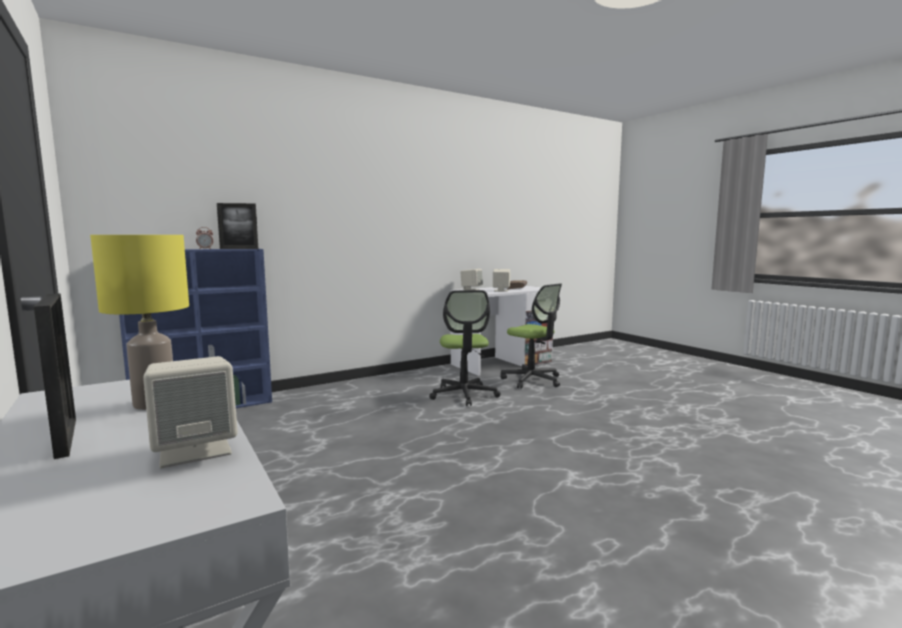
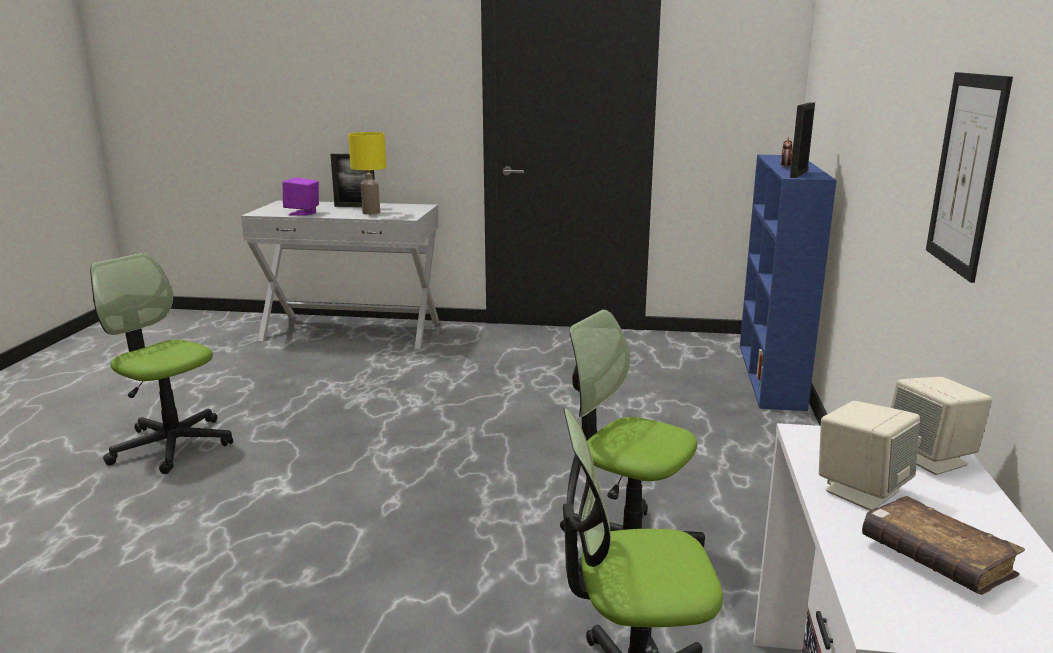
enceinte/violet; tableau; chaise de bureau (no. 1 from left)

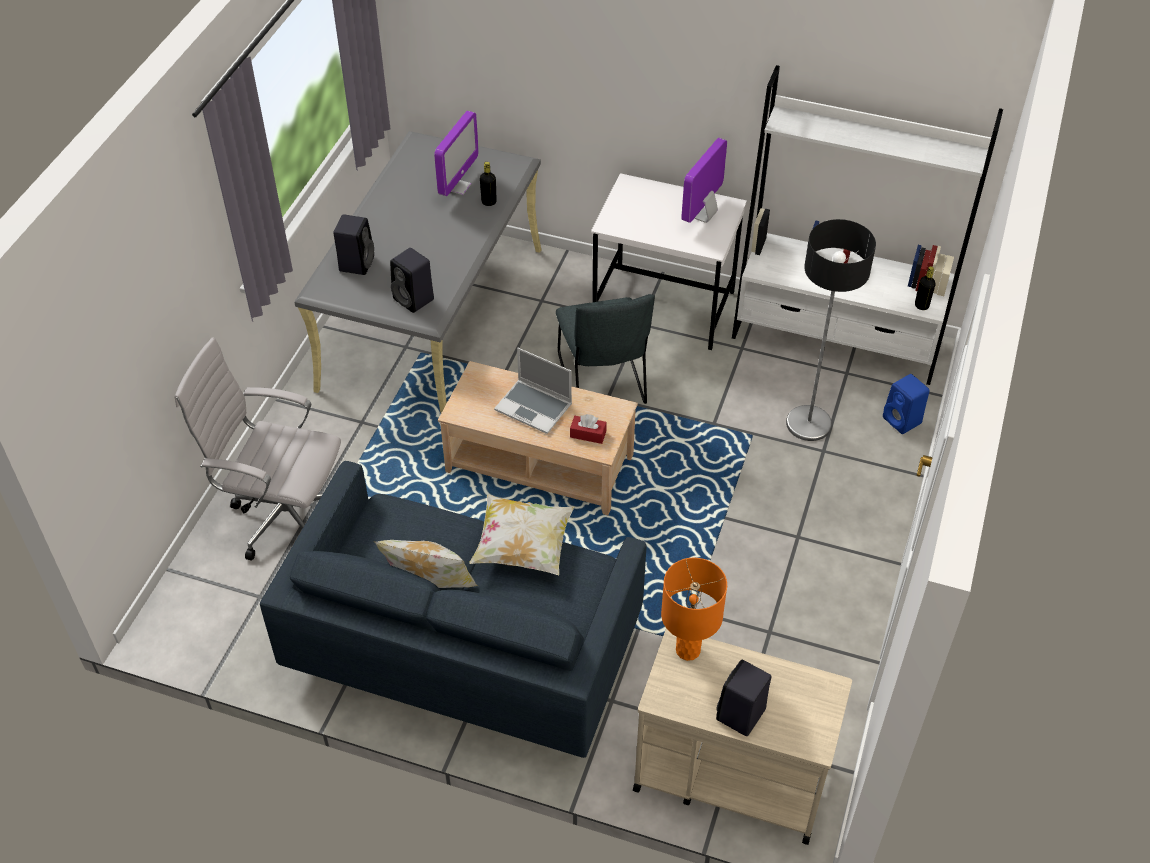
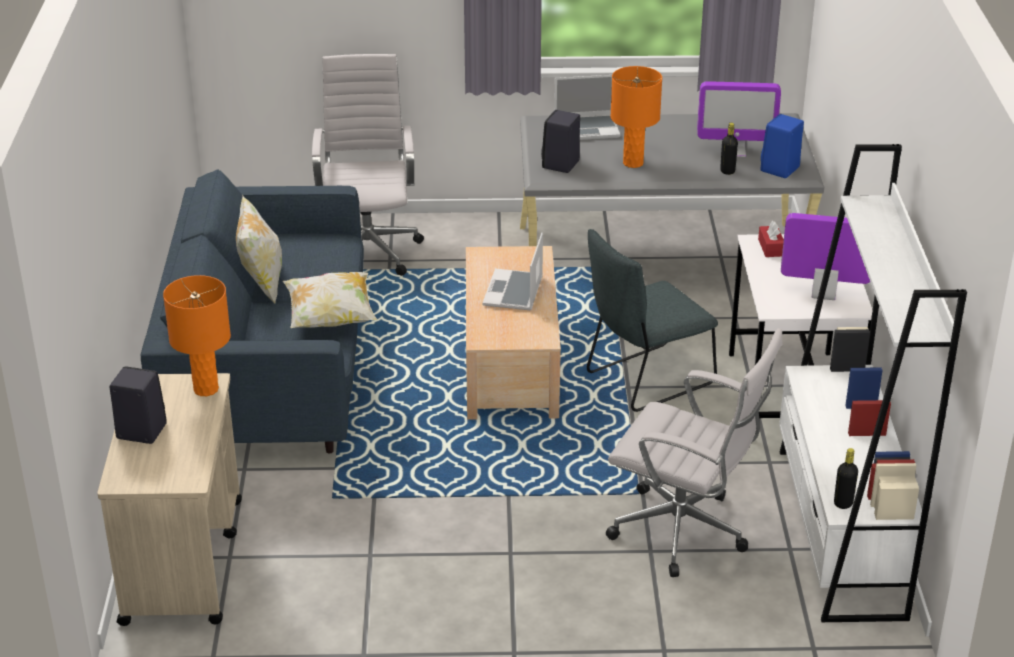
ordinateur portable (no. 2 from left); chaise de bureau/blanc (no. 2 from left); enceinte/bleu; boîte à mouchoirs/rouge; lampe de table/orange (no. 2 from left)

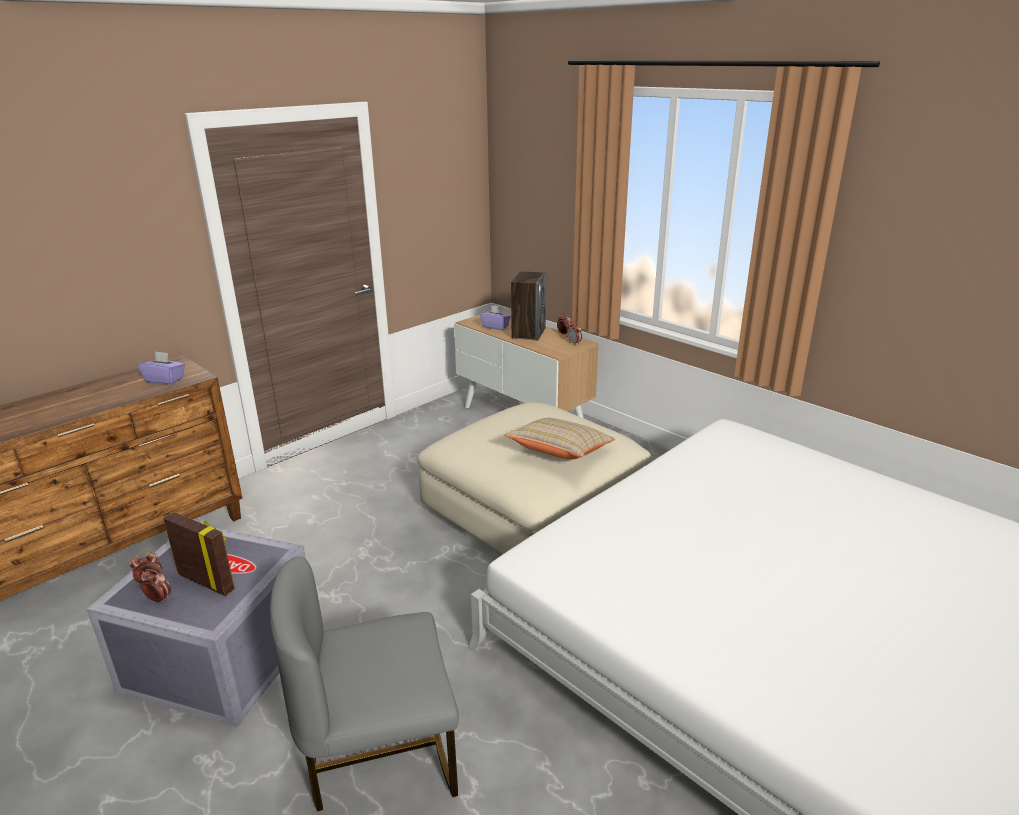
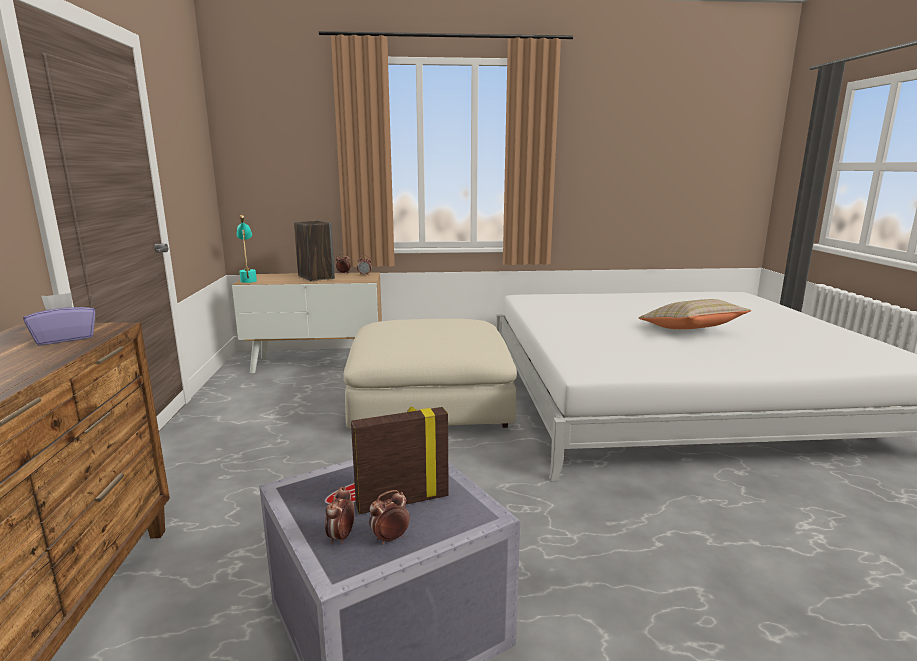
boîte à mouchoirs/violet (no. 2 from left in the first image); coussin/beige; chaise/gris; lampe de table/turquoise

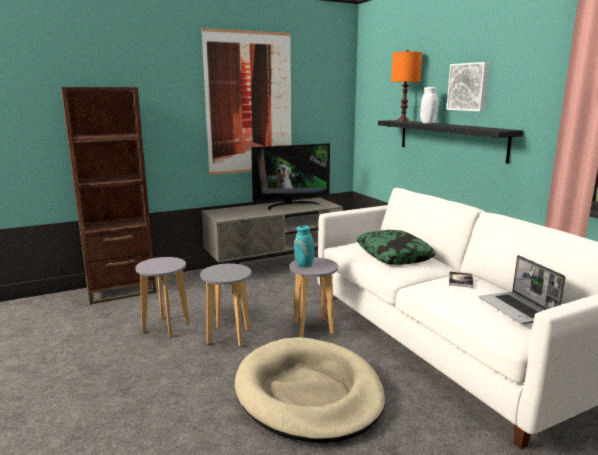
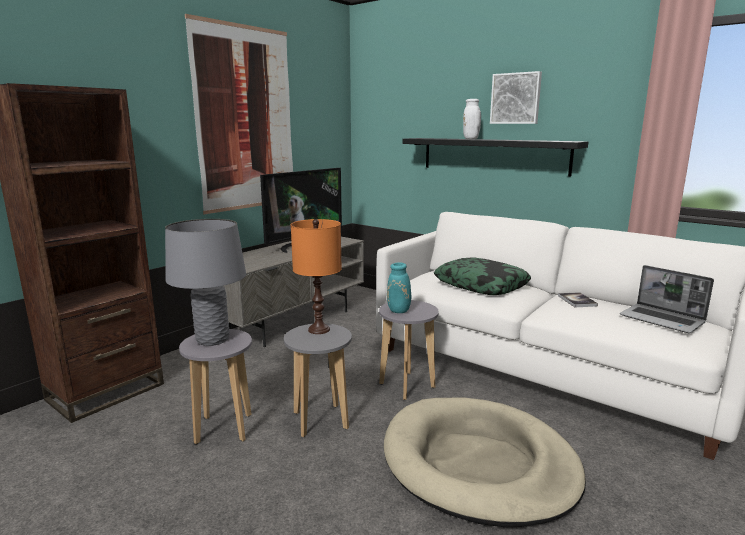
lampe de table/orange; lampe de table/gris

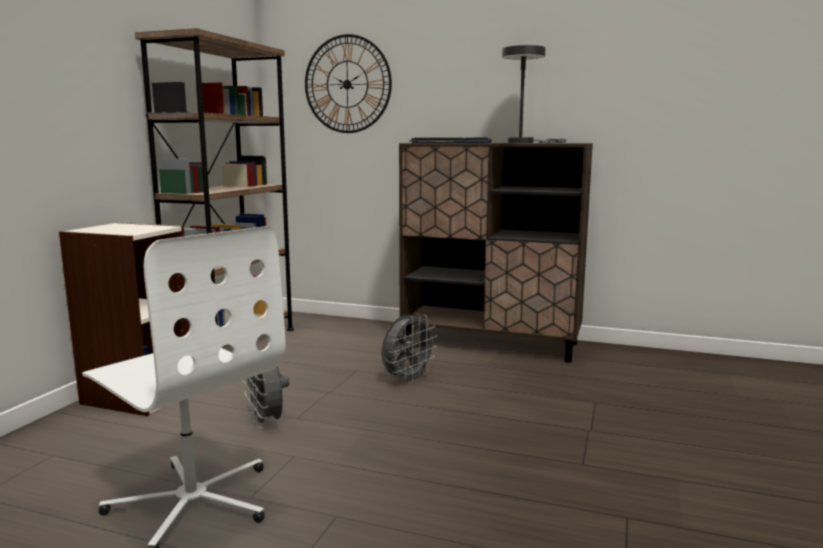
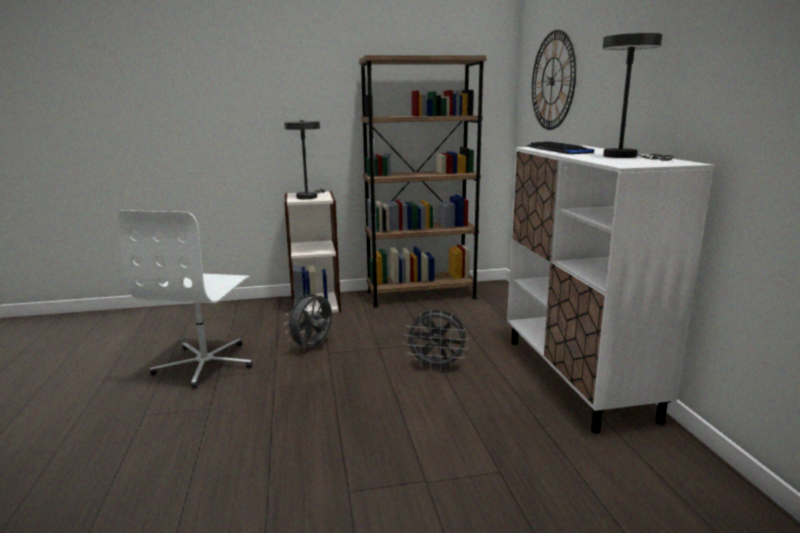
meuble de rangement/blanc; lampe de table/gris (no. 1 from left)

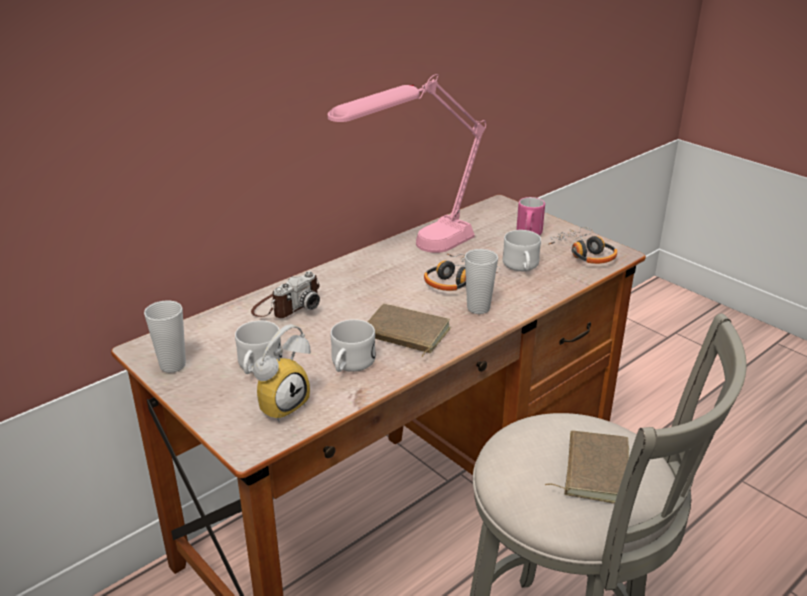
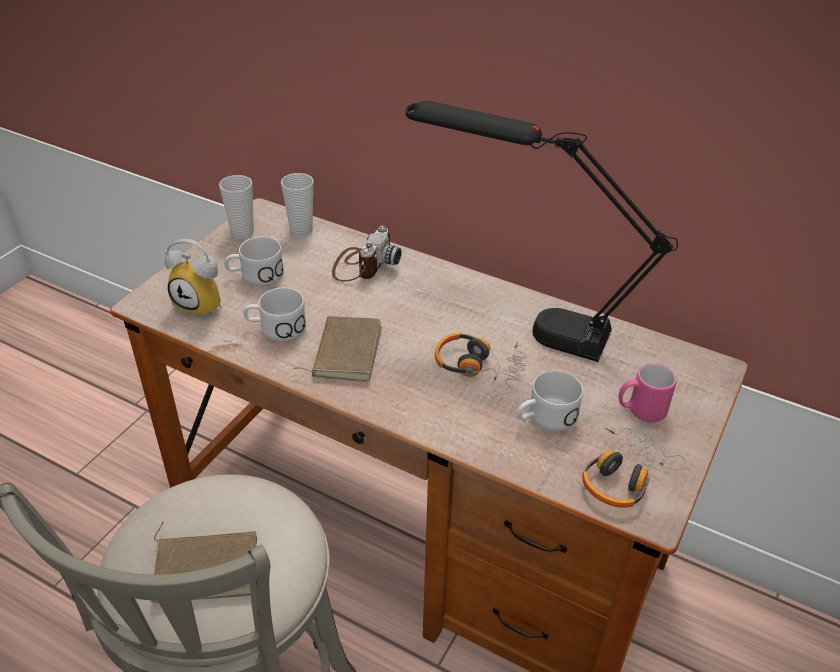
lampe de table/noir; tasse (no. 2 from left); appareil photo

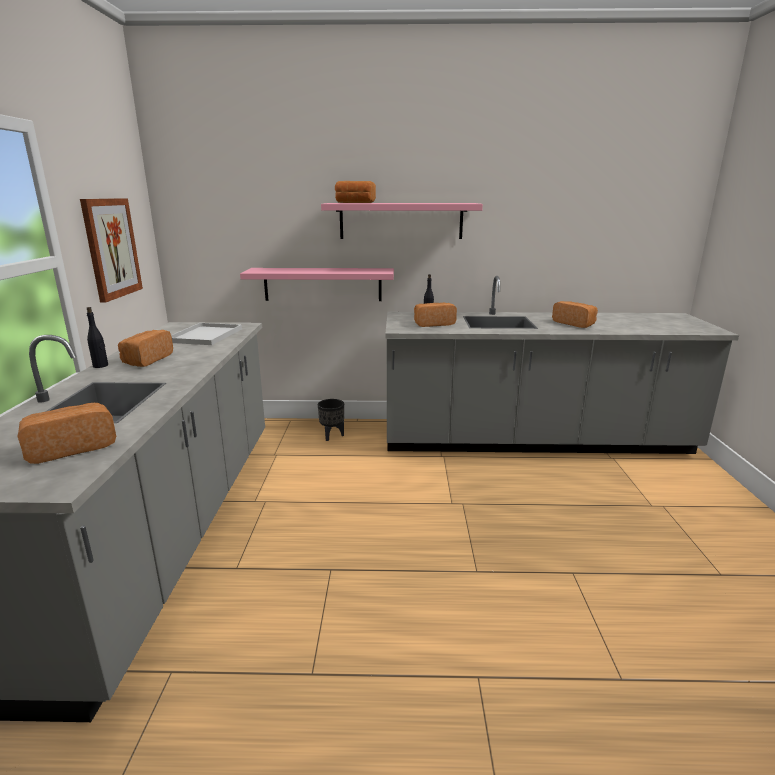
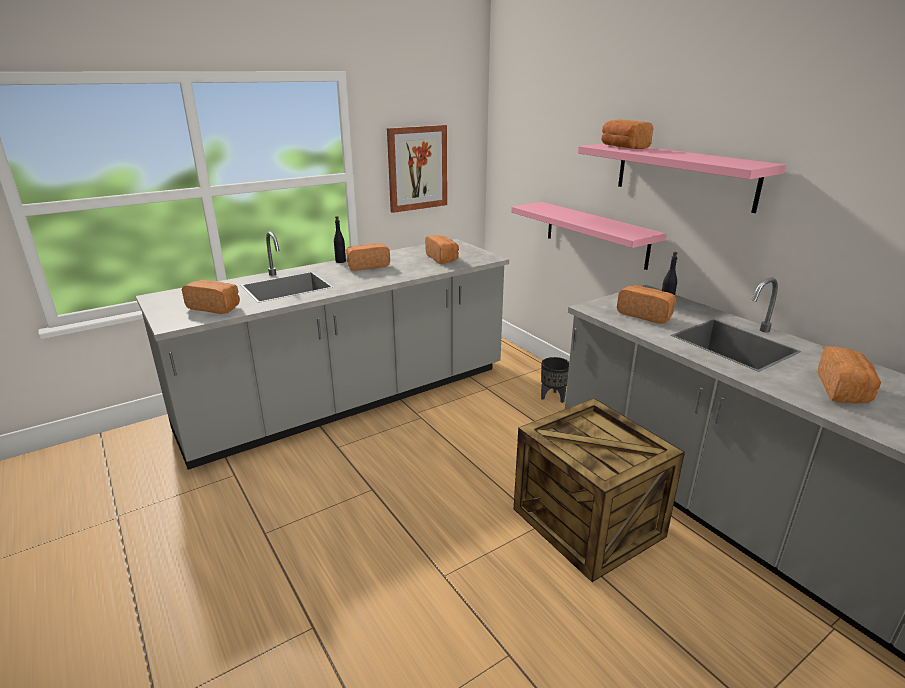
pain (no. 3 from left); caisse

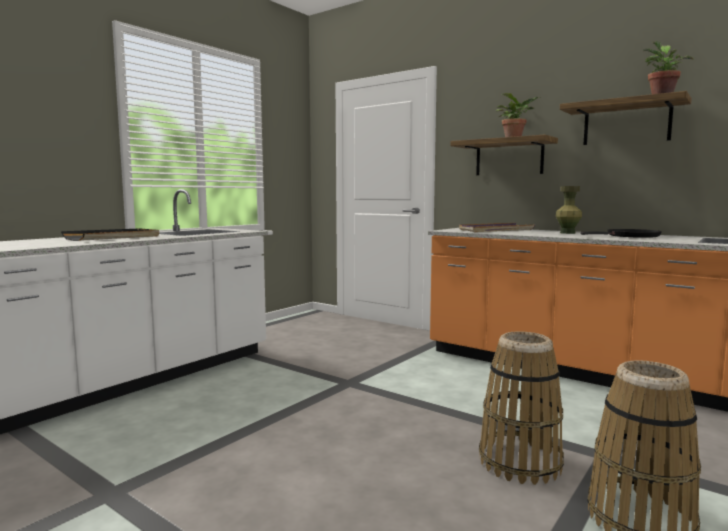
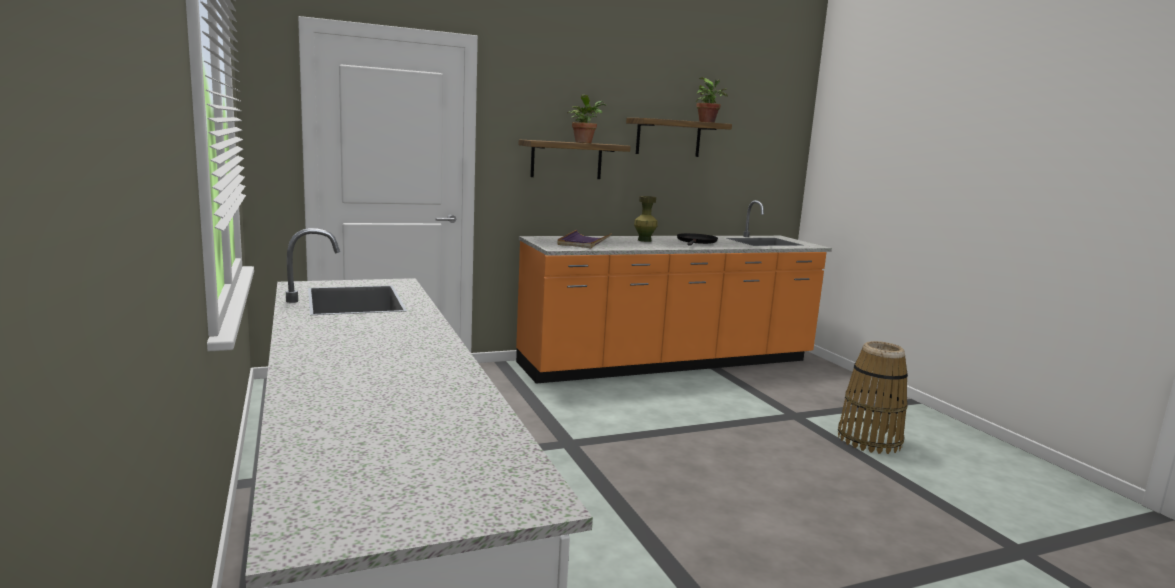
plateau/noir; panier (no. 1 from left in the first image)

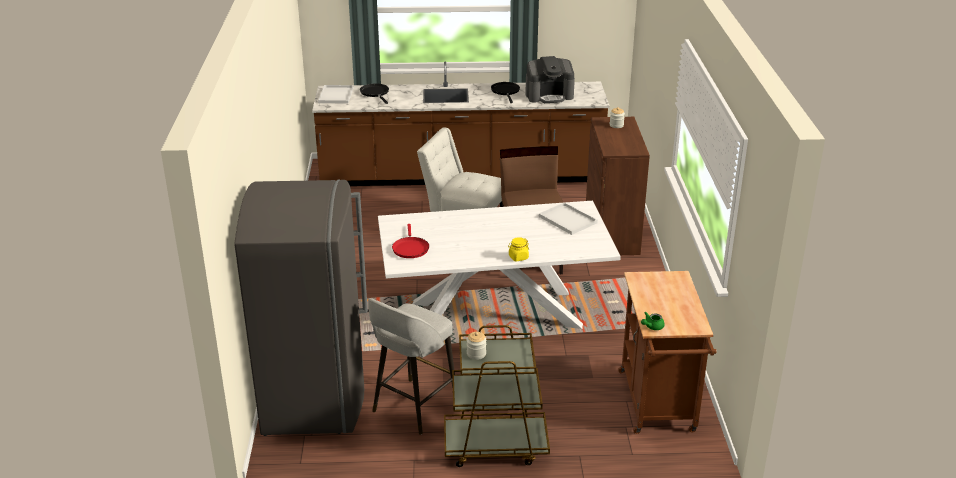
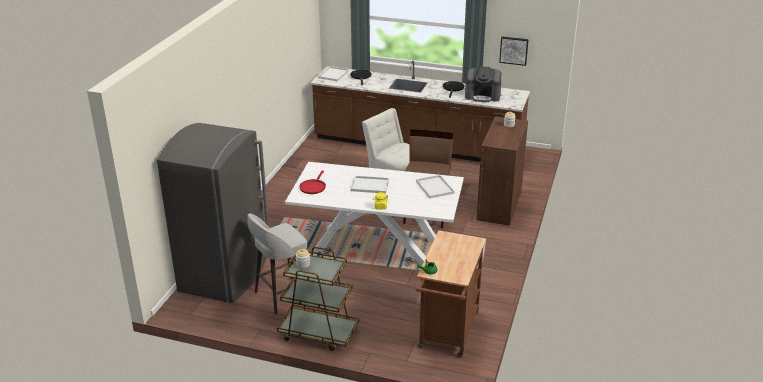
tableau; plateau/blanc (no. 2 from left)

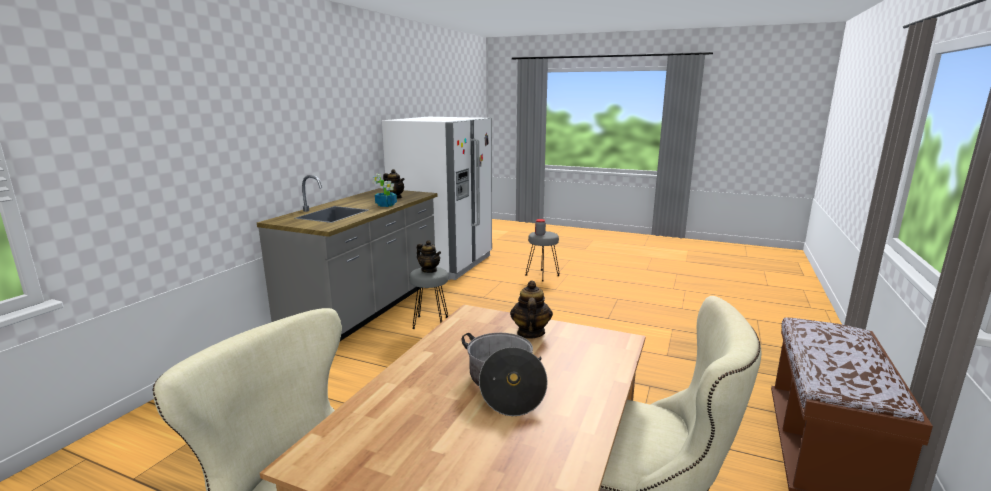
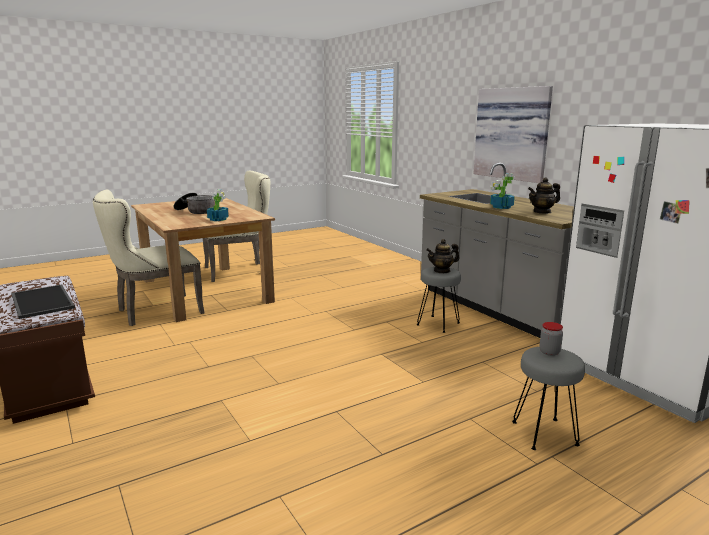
plante en pot (no. 1 from left); tableau; plateau

